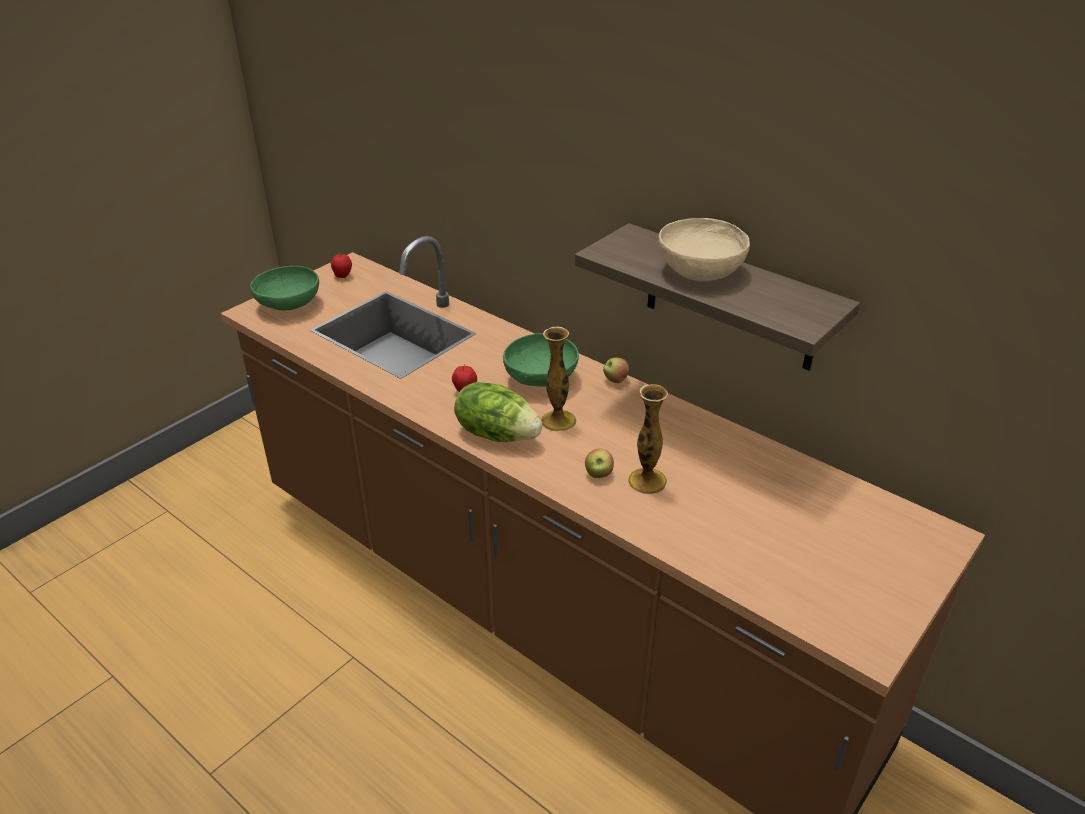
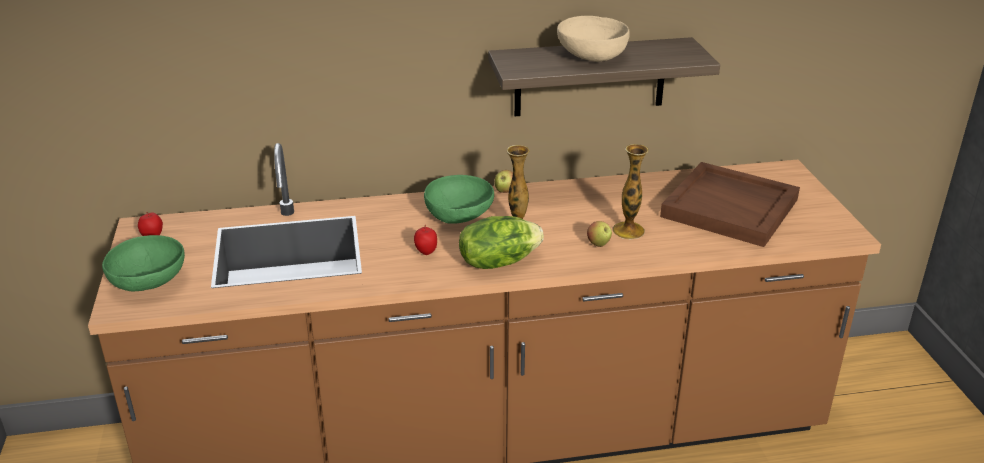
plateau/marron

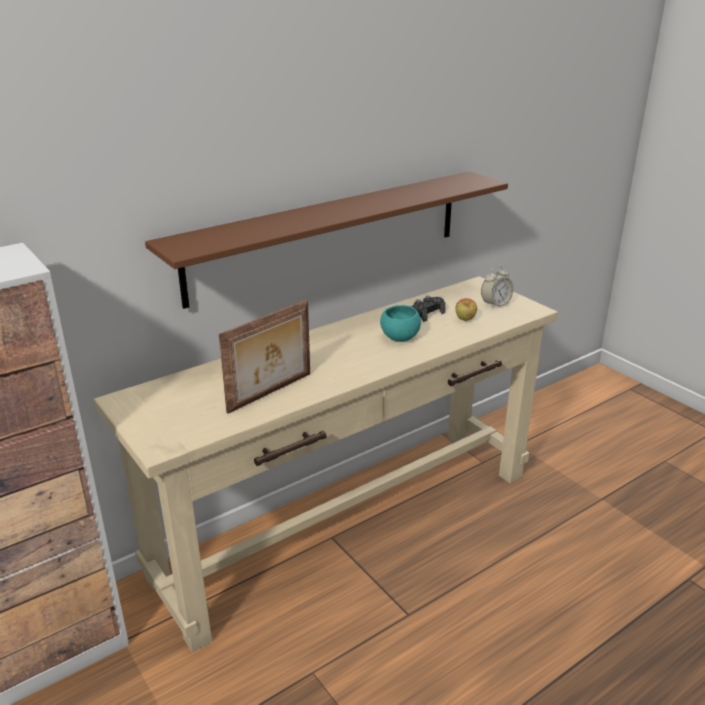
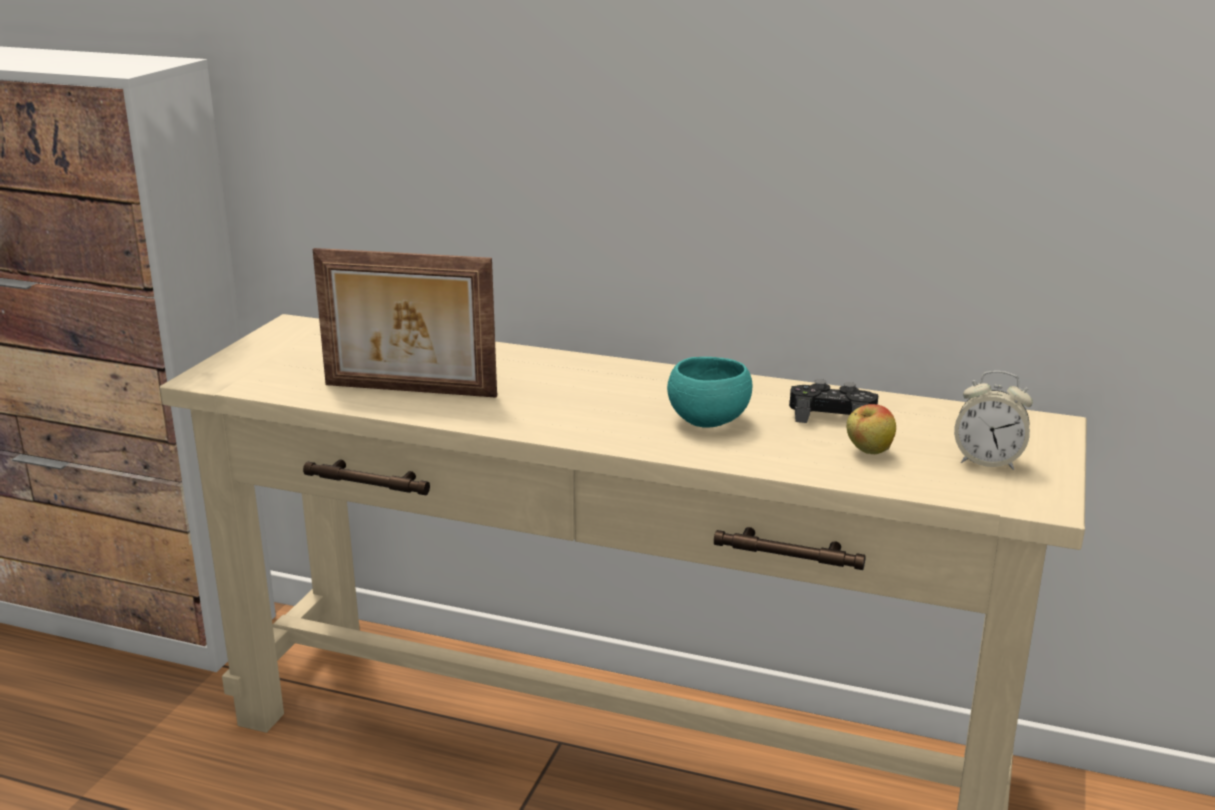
étagère/marron

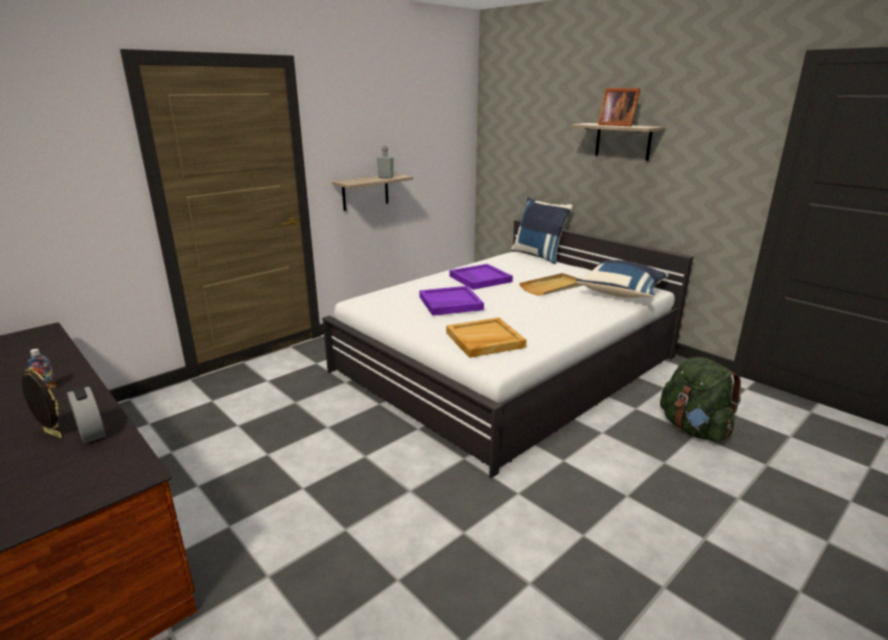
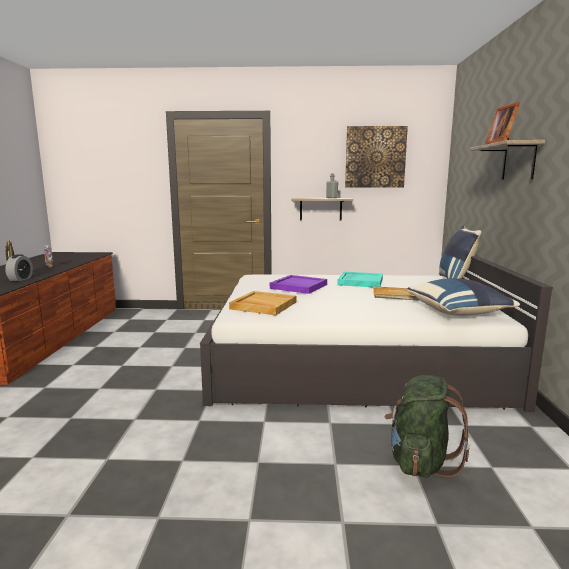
plateau/turquoise; tableau

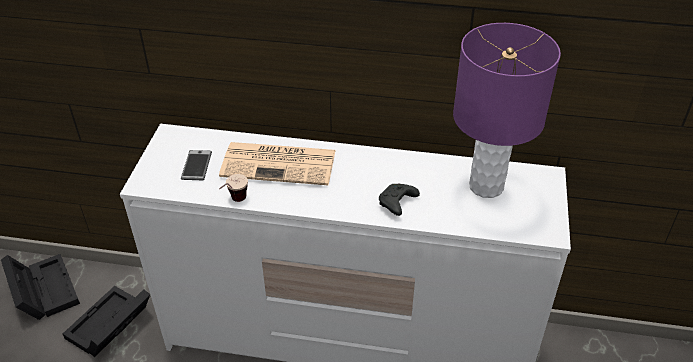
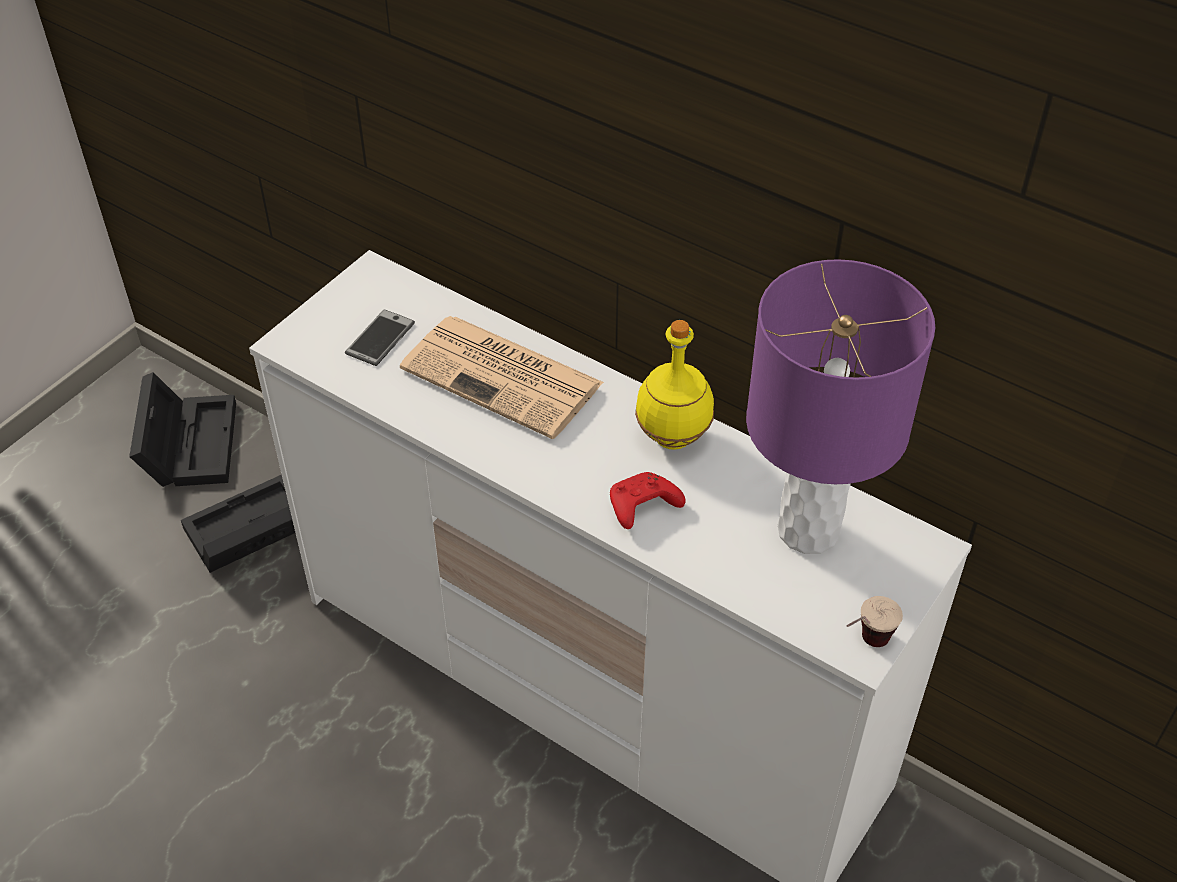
tasse; manette/rouge; bouteille/jaune

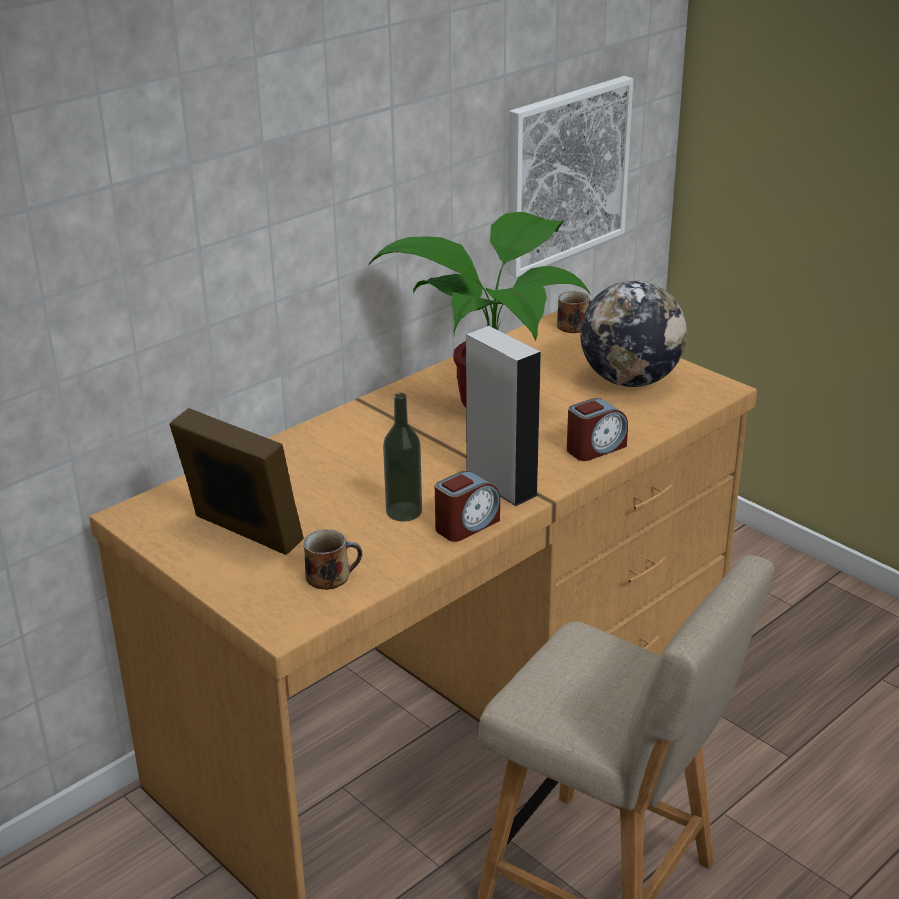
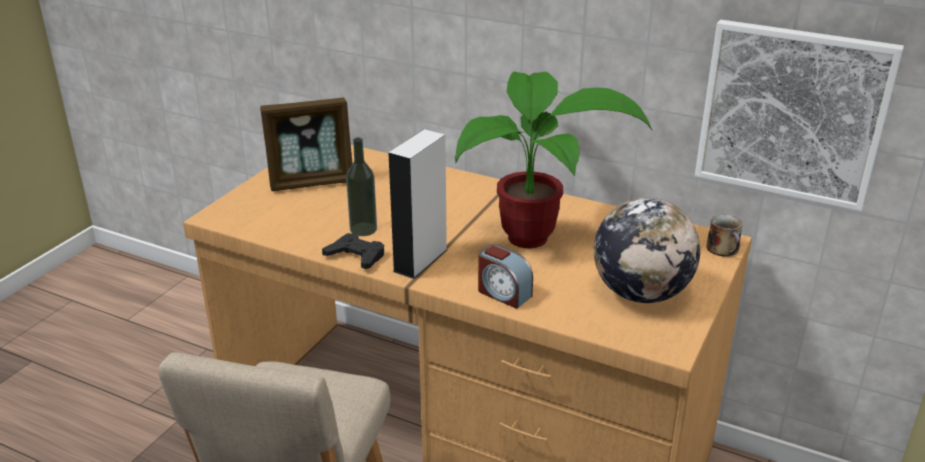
cadre photo; manette/noir; mug (no. 1 from left in the first image)

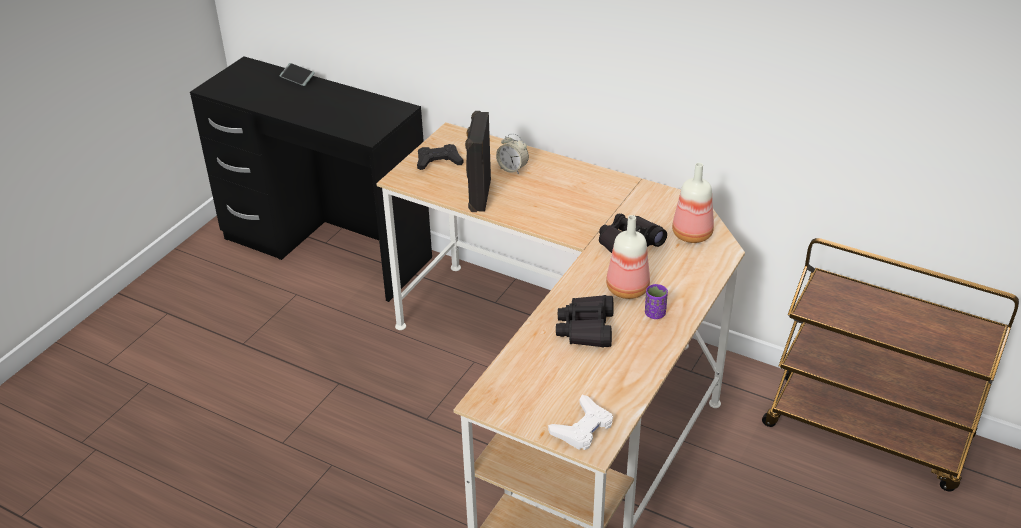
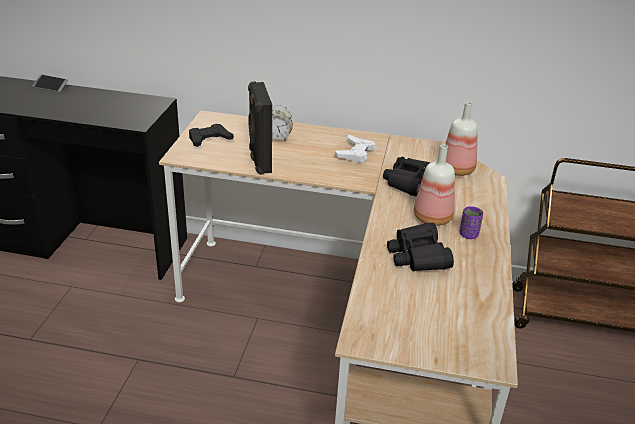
manette/blanc

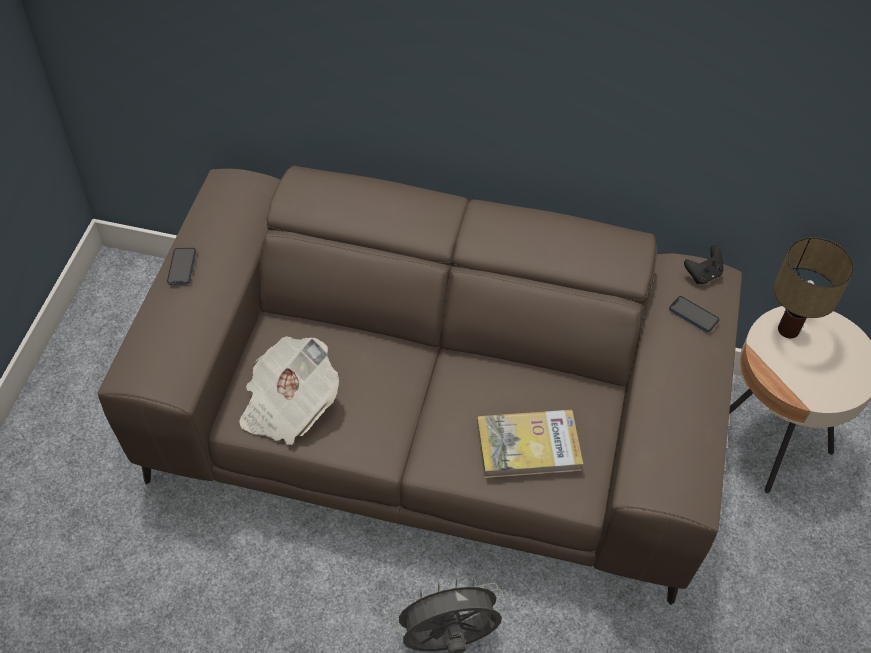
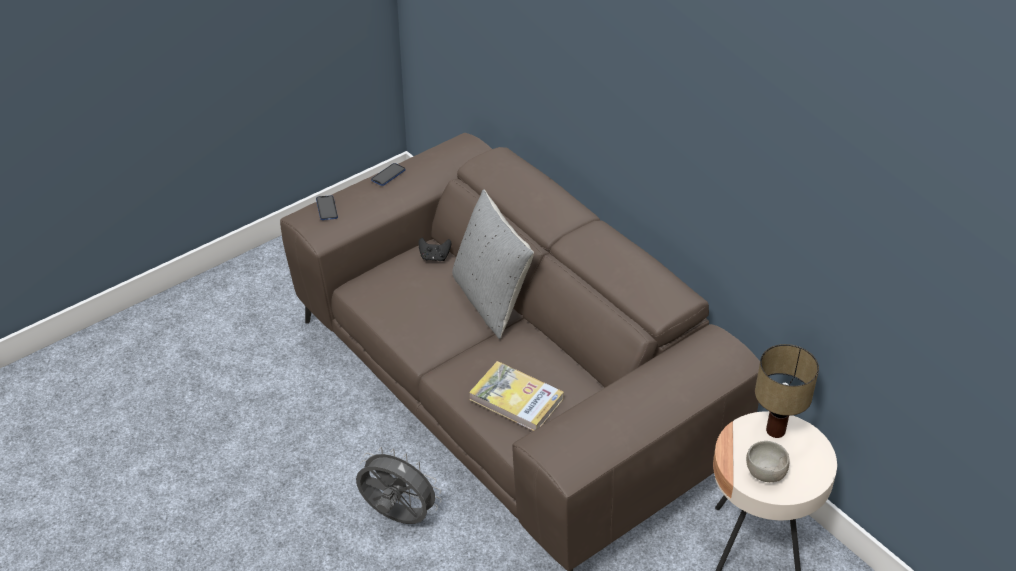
manette/noir; téléphone (no. 1 from left); journal; coussin/gris; bol/gris

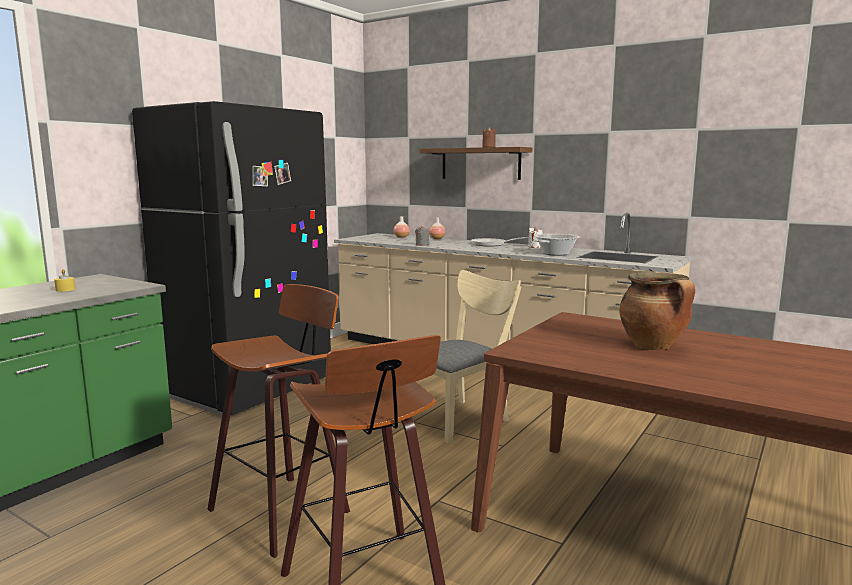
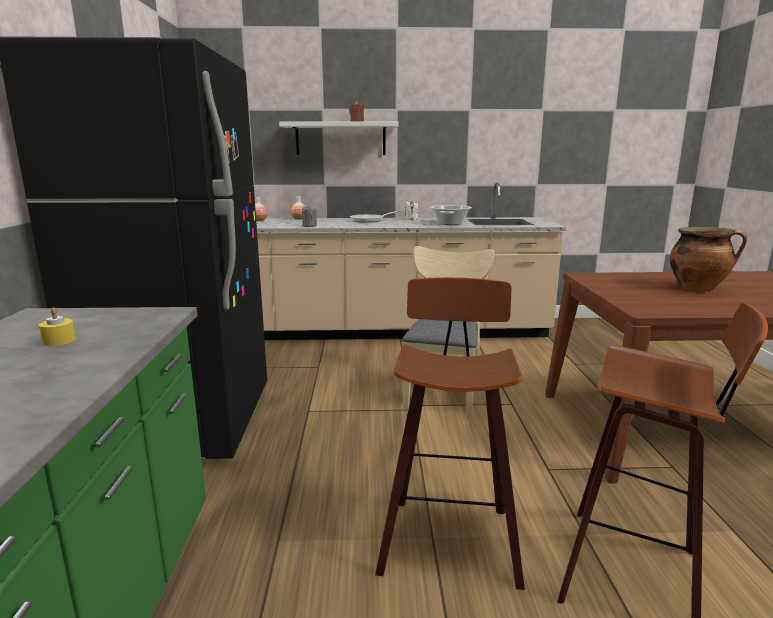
étagère/blanc

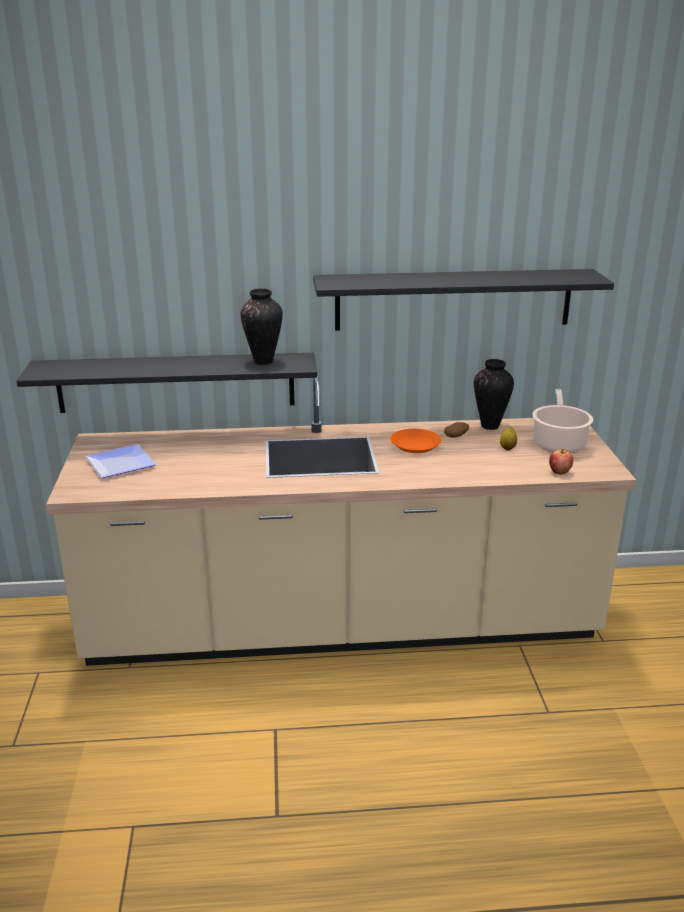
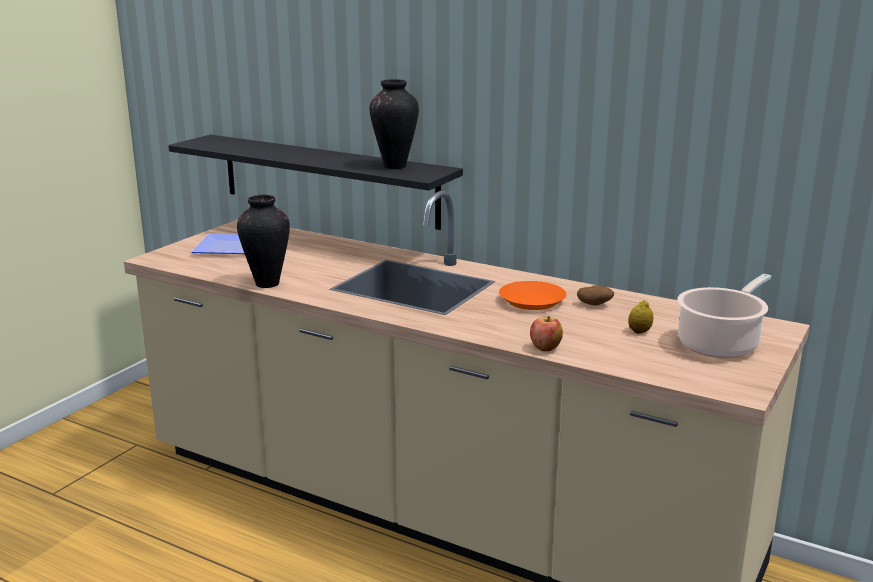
étagère/noir (no. 2 from left in the first image); vase (no. 1 from left); pomme

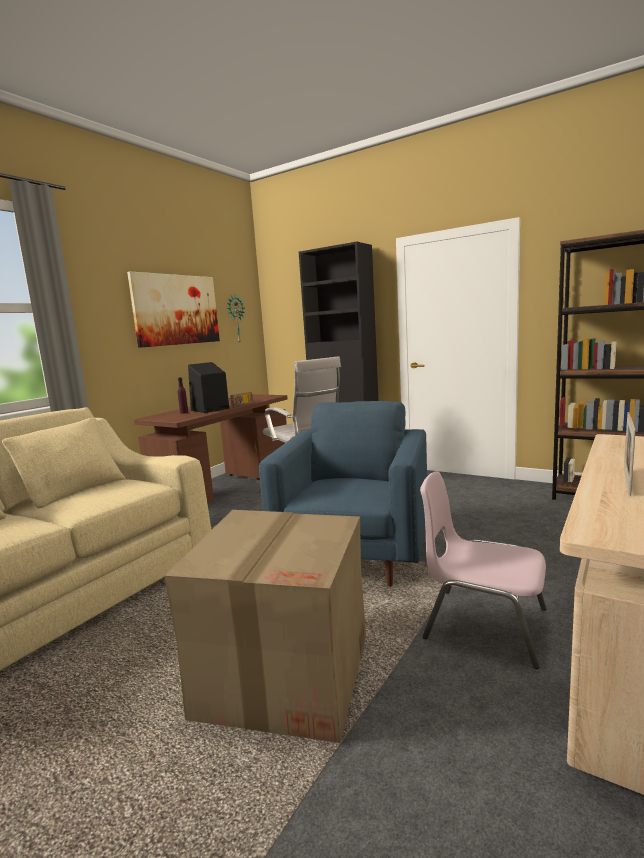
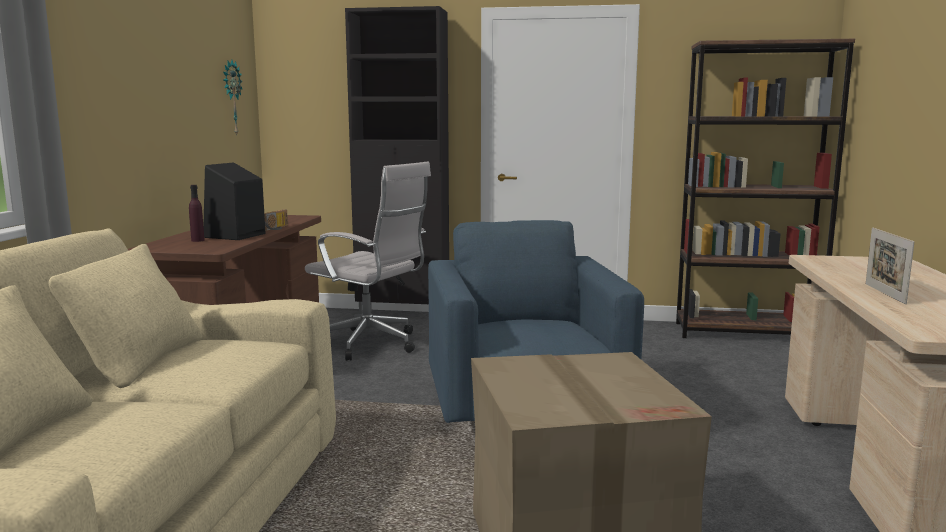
tableau; chaise/rose

